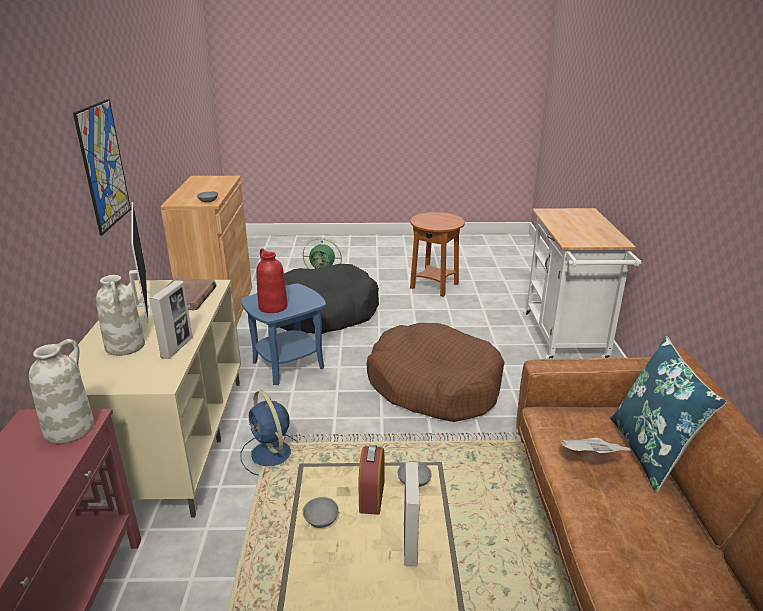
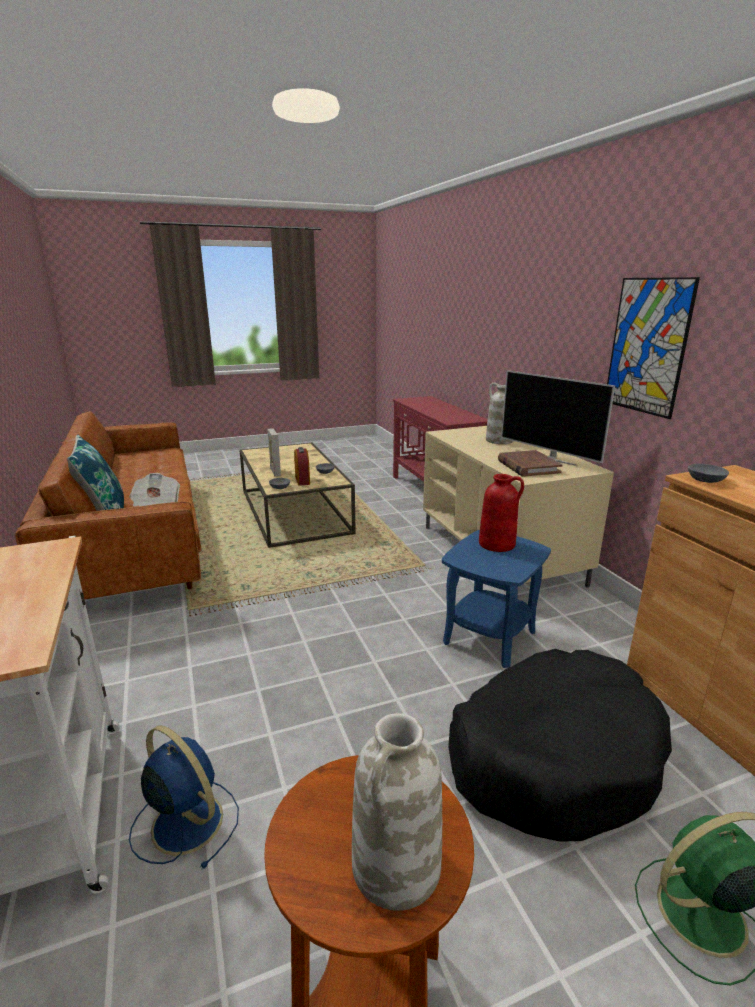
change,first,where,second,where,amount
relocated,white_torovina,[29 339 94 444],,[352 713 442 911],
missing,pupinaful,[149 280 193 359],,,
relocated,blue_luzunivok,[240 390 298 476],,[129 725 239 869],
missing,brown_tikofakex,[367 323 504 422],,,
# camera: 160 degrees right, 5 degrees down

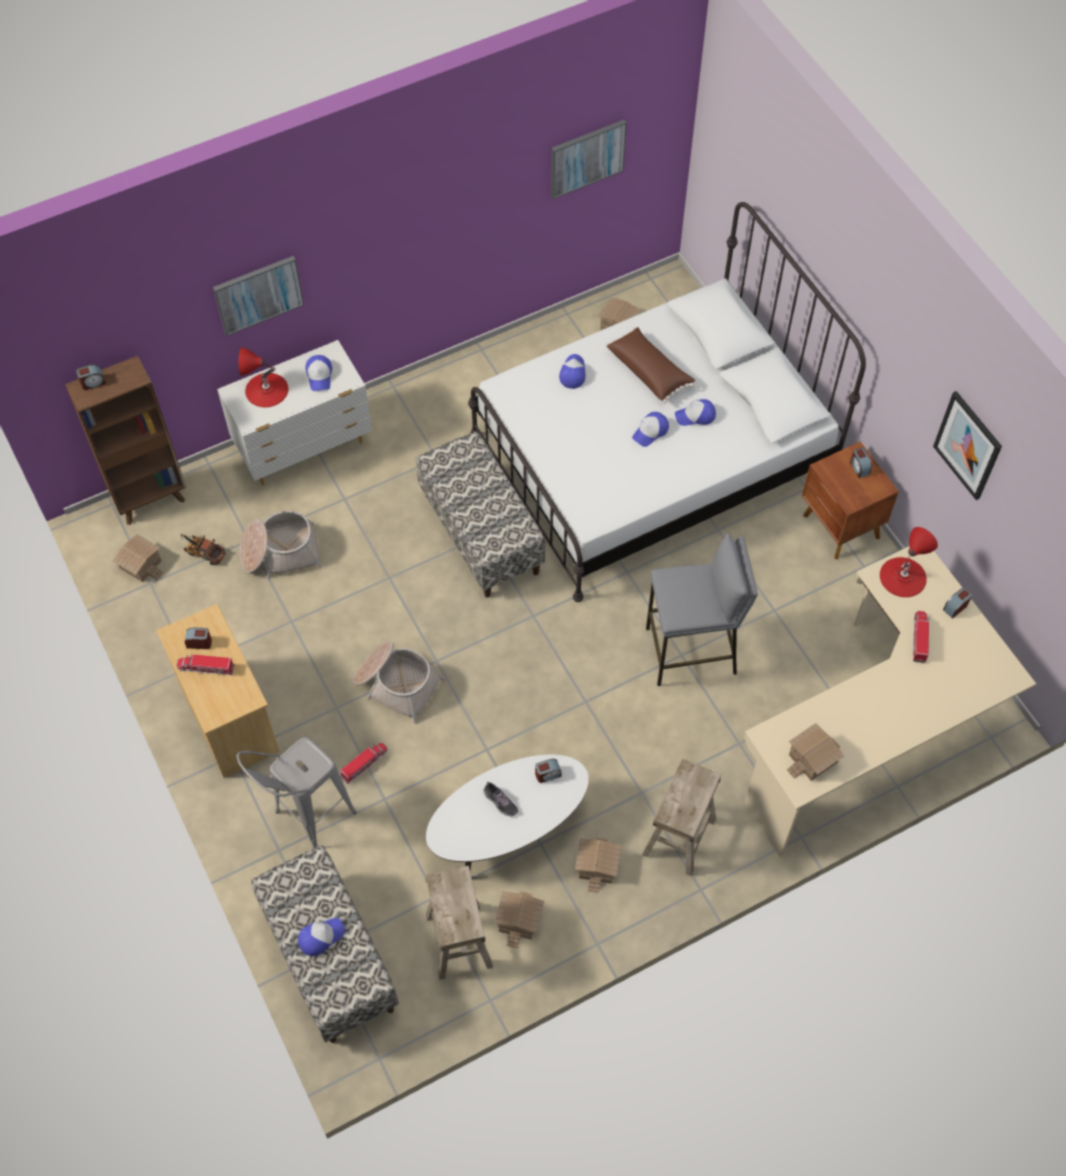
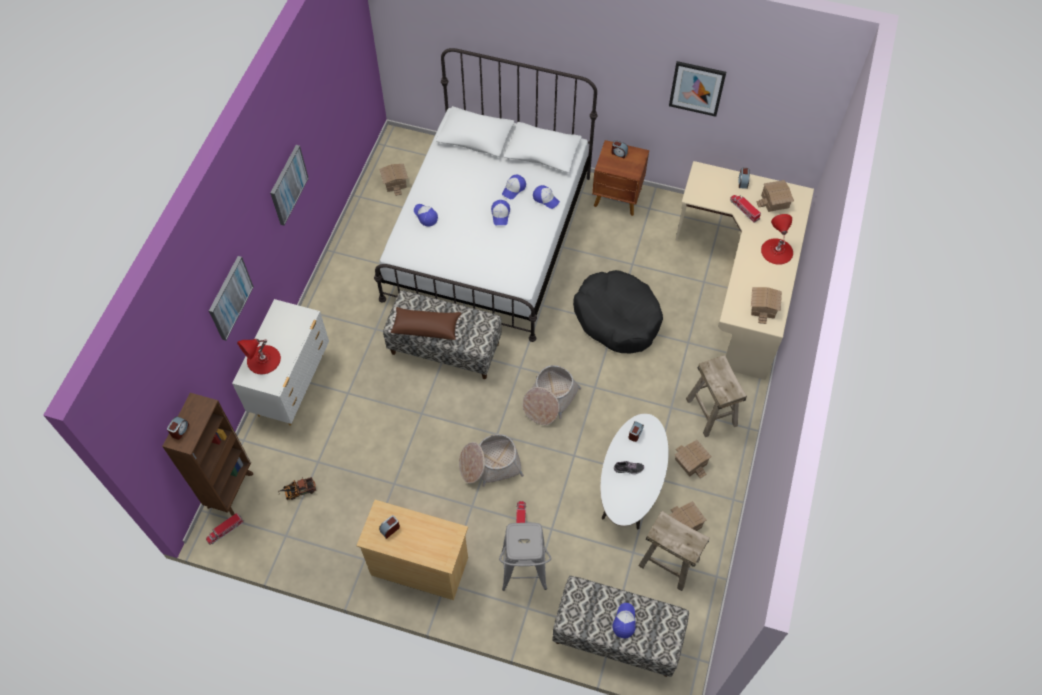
change,first,where,second,where,amount
relocated,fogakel,[113 534 163 582],,[756 180 794 212],
relocated,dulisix,[177 654 235 675],,[206 513 244 545],
relocated,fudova,[239 511 322 579],,[523 365 582 425],
relocated,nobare,[305 355 332 391],,[533 185 560 209],
relocated,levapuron,[551 120 627 199],,[270 145 309 226],
relocated,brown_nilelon,[605 327 695 403],,[388 307 463 340],
exchanged,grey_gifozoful,[646 533 758 686],black_tikofakex,[573 270 663 354],
relocated,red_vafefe,[880 527 938 597],,[761 214 793 265],
# camera: 45 degrees left, 0 degrees up

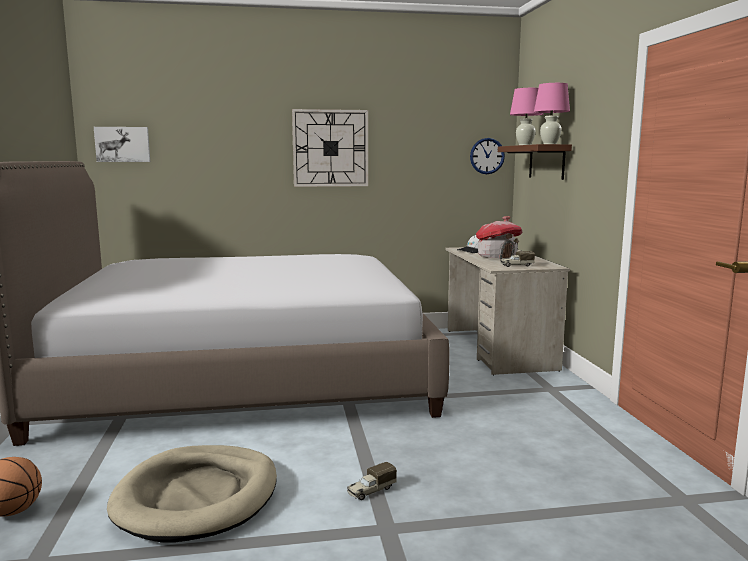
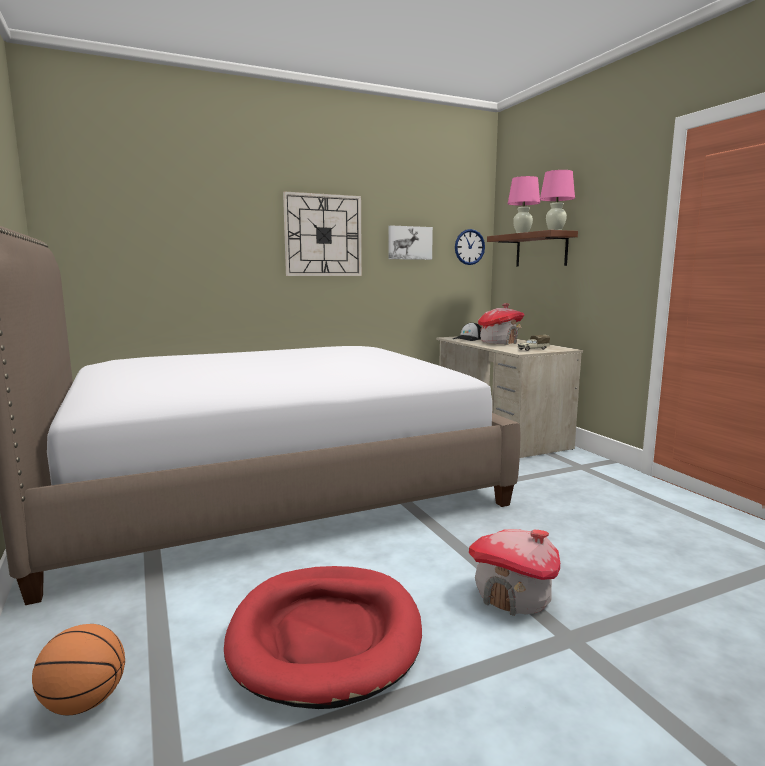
change,first,where,second,where,amount
relocated,levapuron,[94 127 150 162],,[389 225 433 260],
colour,beige_tikofakex,[107 445 277 542],red_tikofakex,[224 566 422 709],
exchanged,dulisix,[347 462 397 500],fogakel,[469 529 560 616],
# camera: 15 degrees left, 0 degrees up

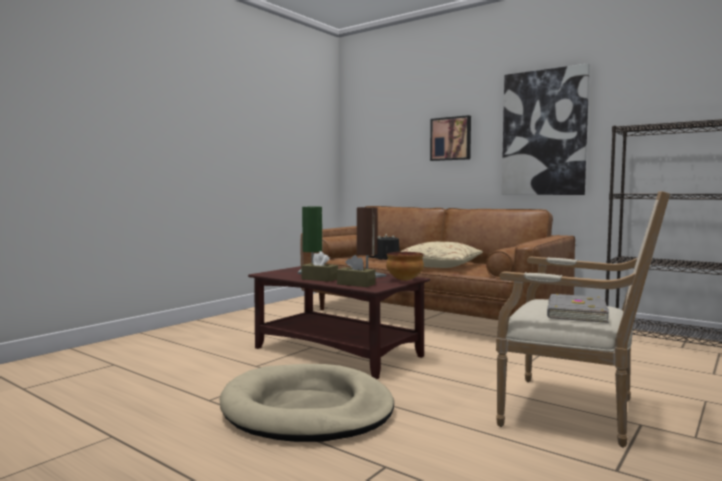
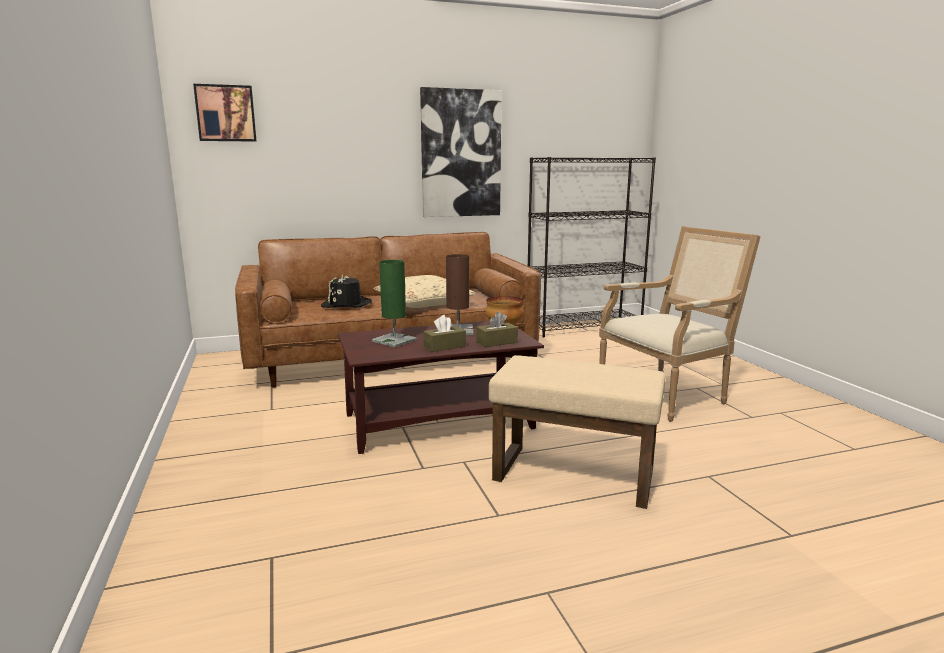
change,first,where,second,where,amount
exchanged,beige_tikofakex,[220 364 394 442],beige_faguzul,[489 355 665 509],
relocated,levapuron,[430 115 471 161],,[193 84 257 142],
missing,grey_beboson,[547 294 609 323],,,
# camera: 55 degrees left, 10 degrees up

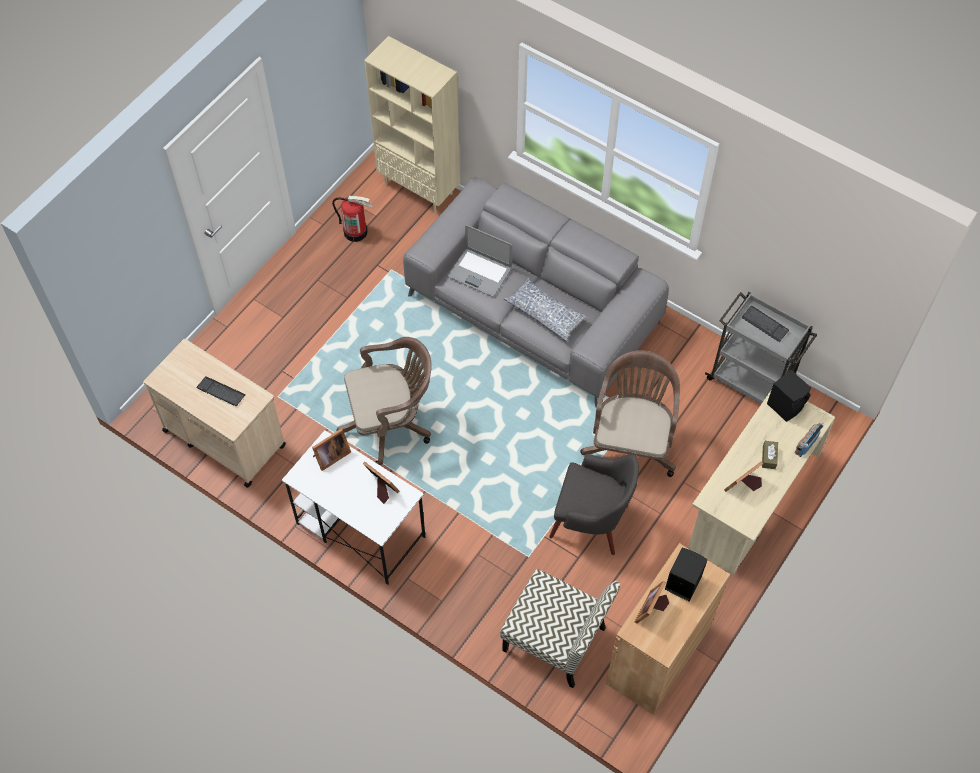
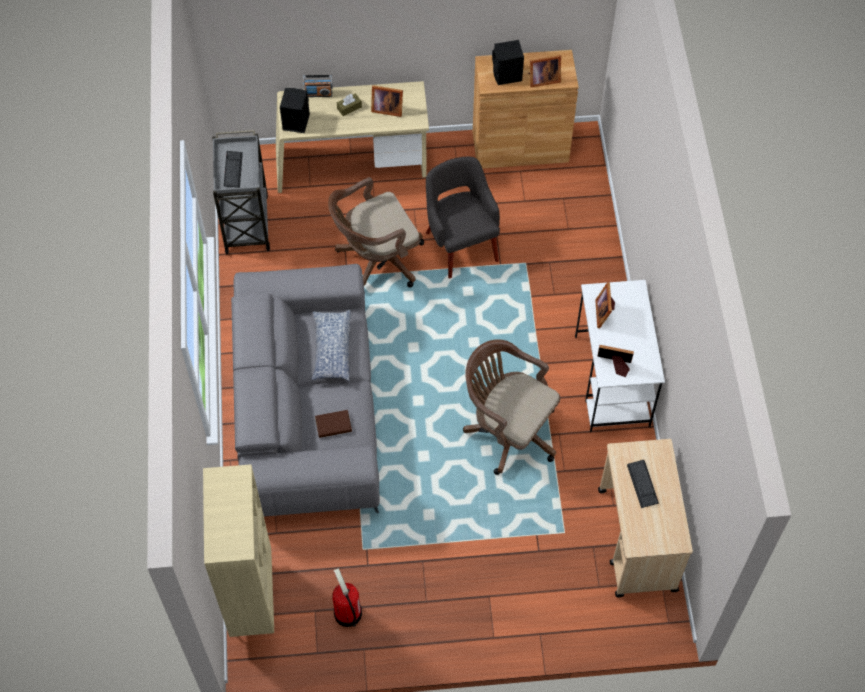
change,first,where,second,where,amount
exchanged,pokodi,[448 225 512 297],brown_beboson,[315 410 352 438],
missing,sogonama,[500 569 620 688],,,
# camera: 130 degrees left, 0 degrees up

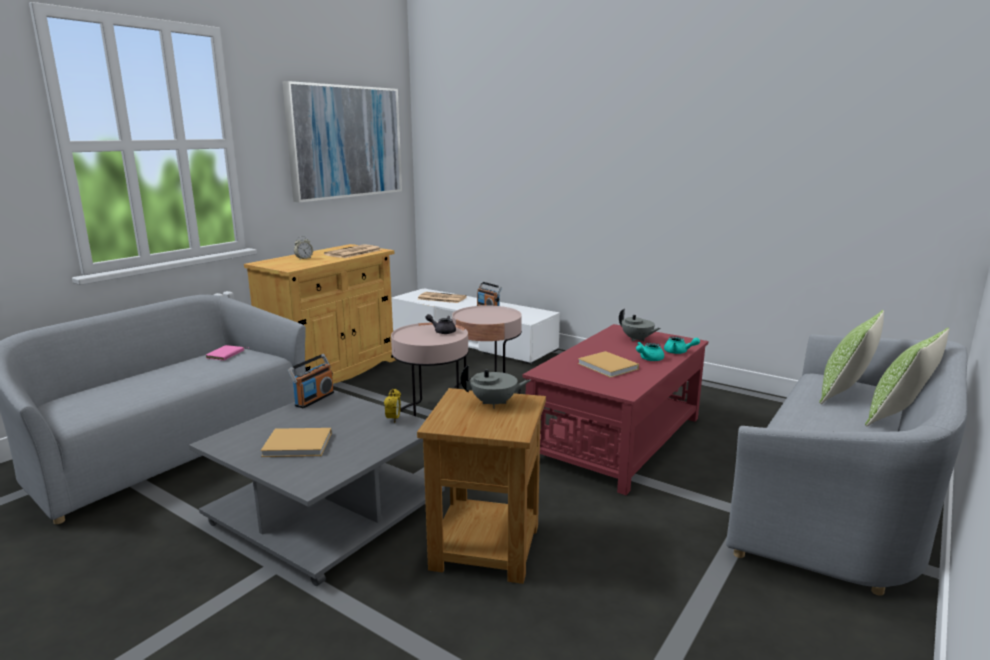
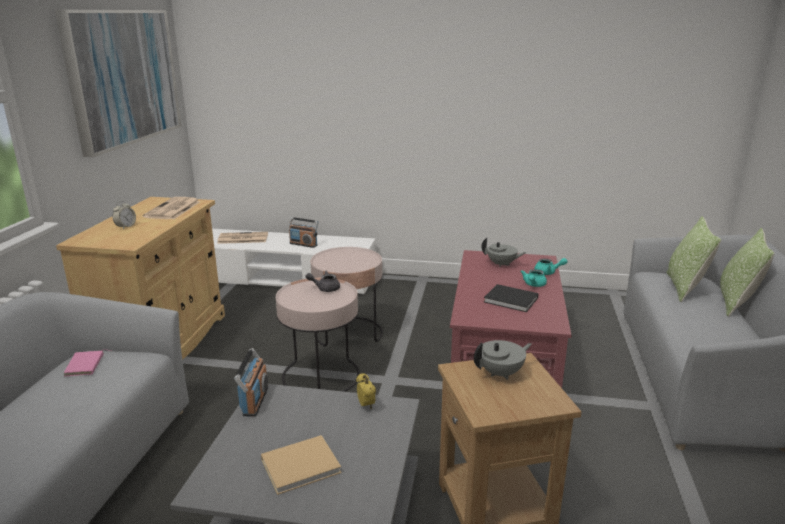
change,first,where,second,where,amount
colour,beige_beboson,[578 351 639 378],black_beboson,[484 284 539 312],
# camera: 25 degrees left, 5 degrees up

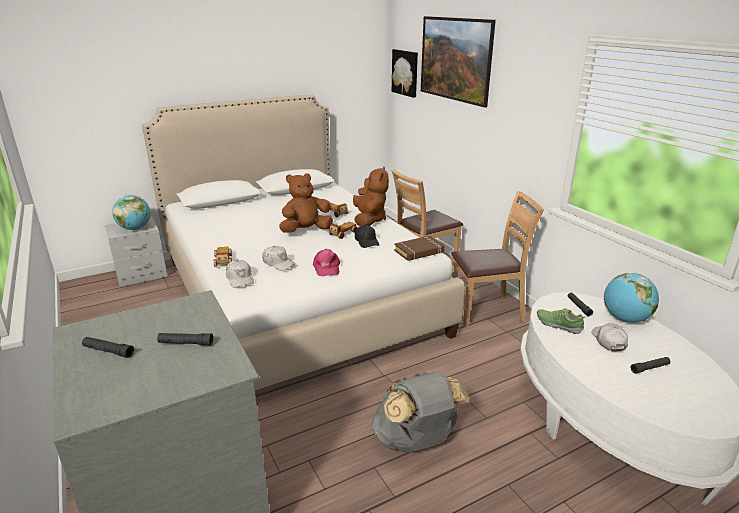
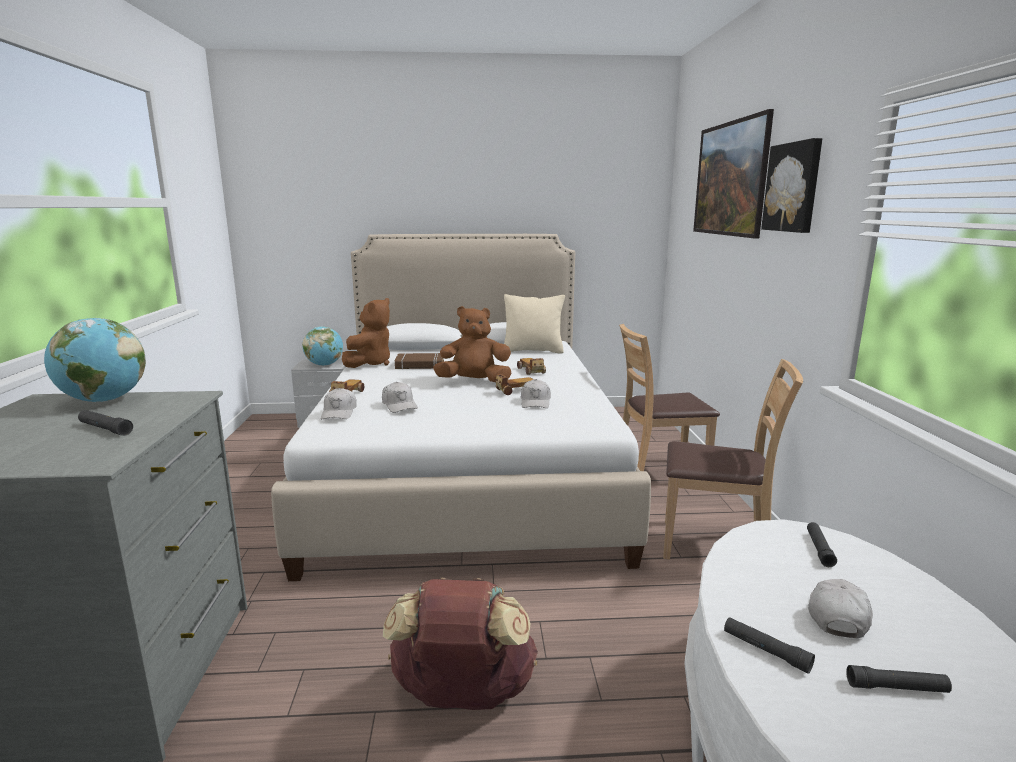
change,first,where,second,where,amount
relocated,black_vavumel,[82 337 134 358],,[724 617 815 674],
missing,pink_nobare,[313 249 340 276],,,
relocated,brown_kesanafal,[353 166 389 226],,[342 298 390 368],
colour,black_nobare,[355 225 379 248],white_nobare,[521 379 551 408],
colour,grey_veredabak,[371 372 470 453],brown_veredabak,[383 578 538 710],
relocated,levapuron,[392 49 418 98],,[761 138 823 233],
relocated,brown_beboson,[394 236 445 261],,[395 353 444 370],
missing,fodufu,[537 308 586 334],,,
relocated,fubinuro,[604 273 659 323],,[44 318 146 402],
appeared,,,beige_nilelon,[504 294 565 354],
# camera: 25 degrees right, 10 degrees down

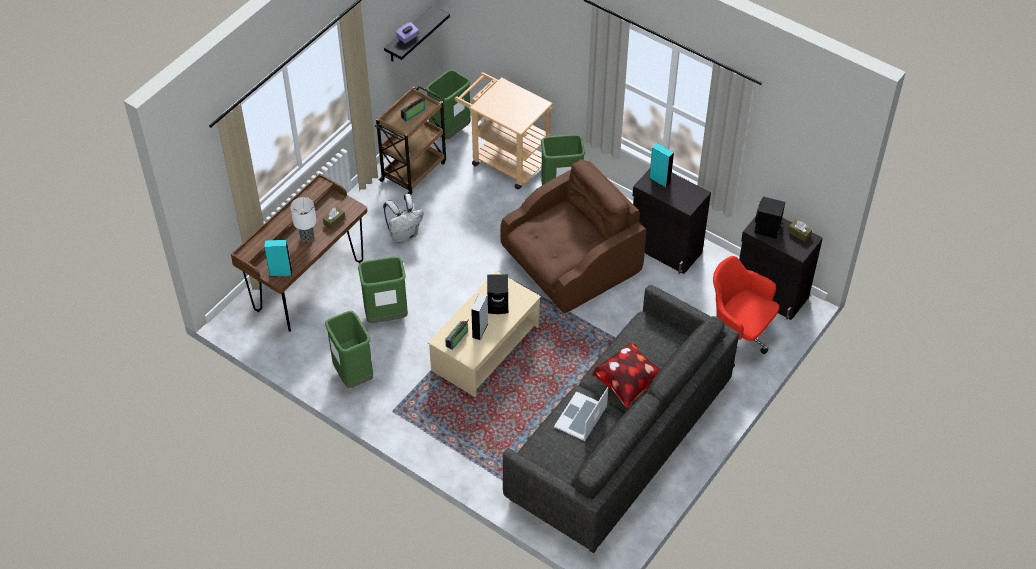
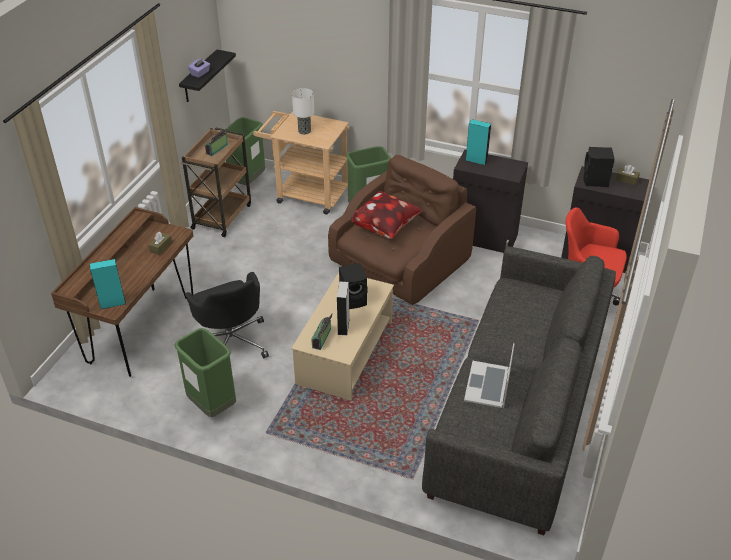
change,first,where,second,where,amount
relocated,vafefe,[290 197 316 242],,[292 88 314 135],
exchanged,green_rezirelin,[358 256 408 323],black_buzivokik,[184 272 269 359],
missing,white_veredabak,[383 194 424 243],,,
relocated,nilelon,[591 343 660 408],,[351 191 423 239],
# camera: 15 degrees left, 10 degrees down

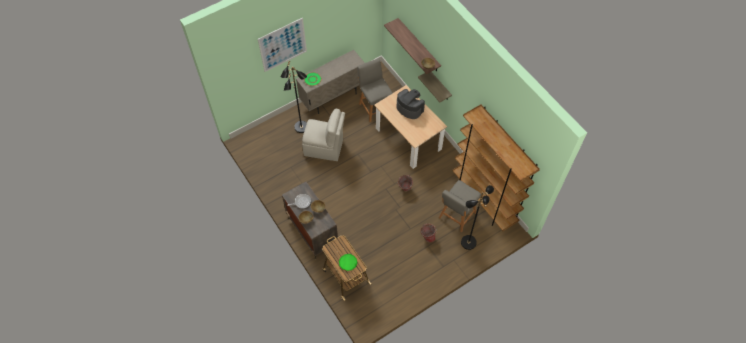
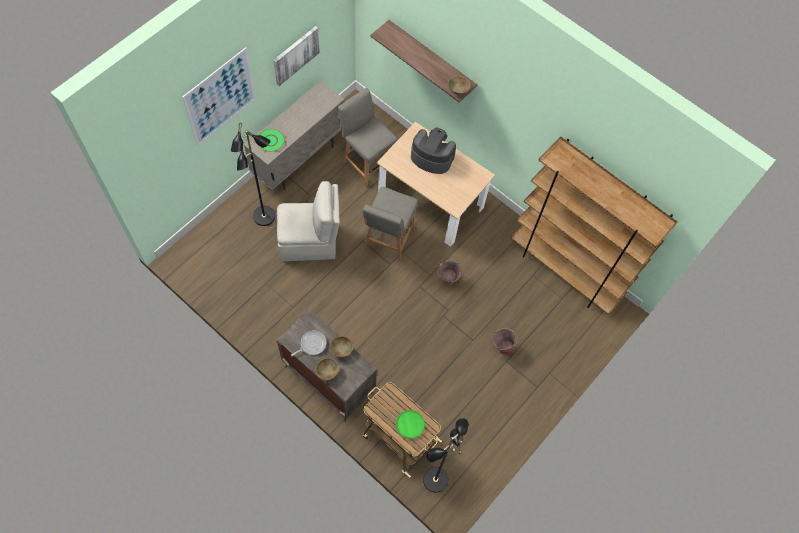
change,first,where,second,where,amount
missing,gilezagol,[418 72 452 102],,,
relocated,grey_sogonama,[439 180 481 232],,[363 187 418 261],
relocated,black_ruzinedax,[461 185 494 250],,[423 418 469 493],
appeared,,,levapuron,[273 26 320 86],
# camera: 20 degrees left, 5 degrees up

